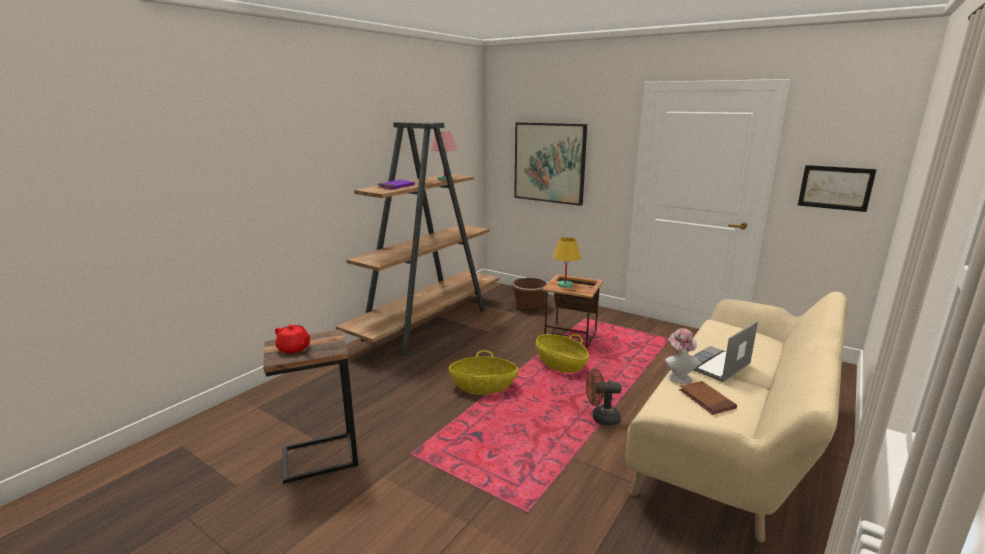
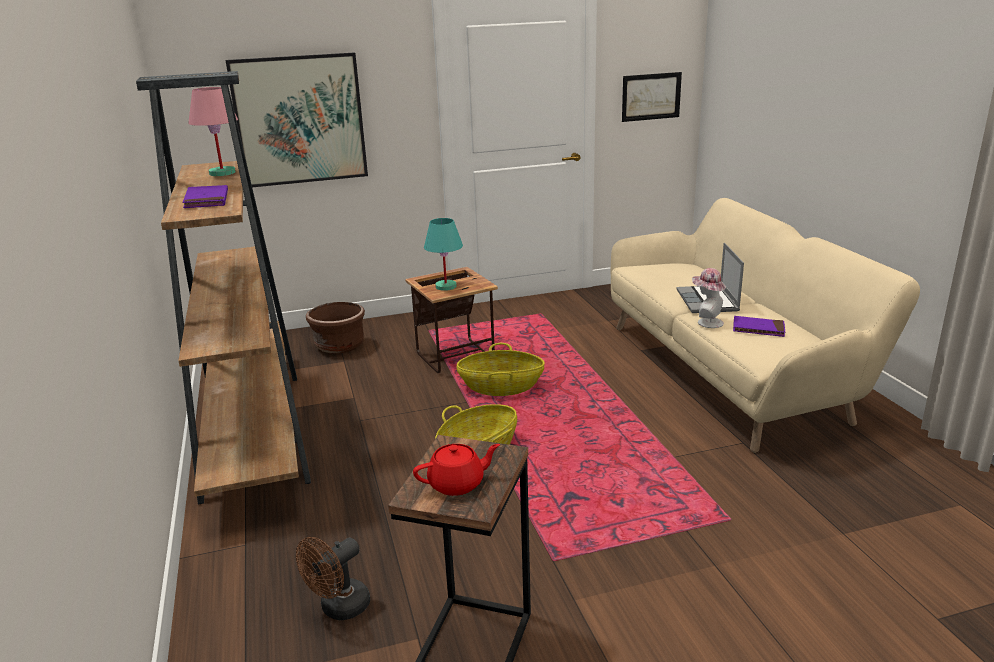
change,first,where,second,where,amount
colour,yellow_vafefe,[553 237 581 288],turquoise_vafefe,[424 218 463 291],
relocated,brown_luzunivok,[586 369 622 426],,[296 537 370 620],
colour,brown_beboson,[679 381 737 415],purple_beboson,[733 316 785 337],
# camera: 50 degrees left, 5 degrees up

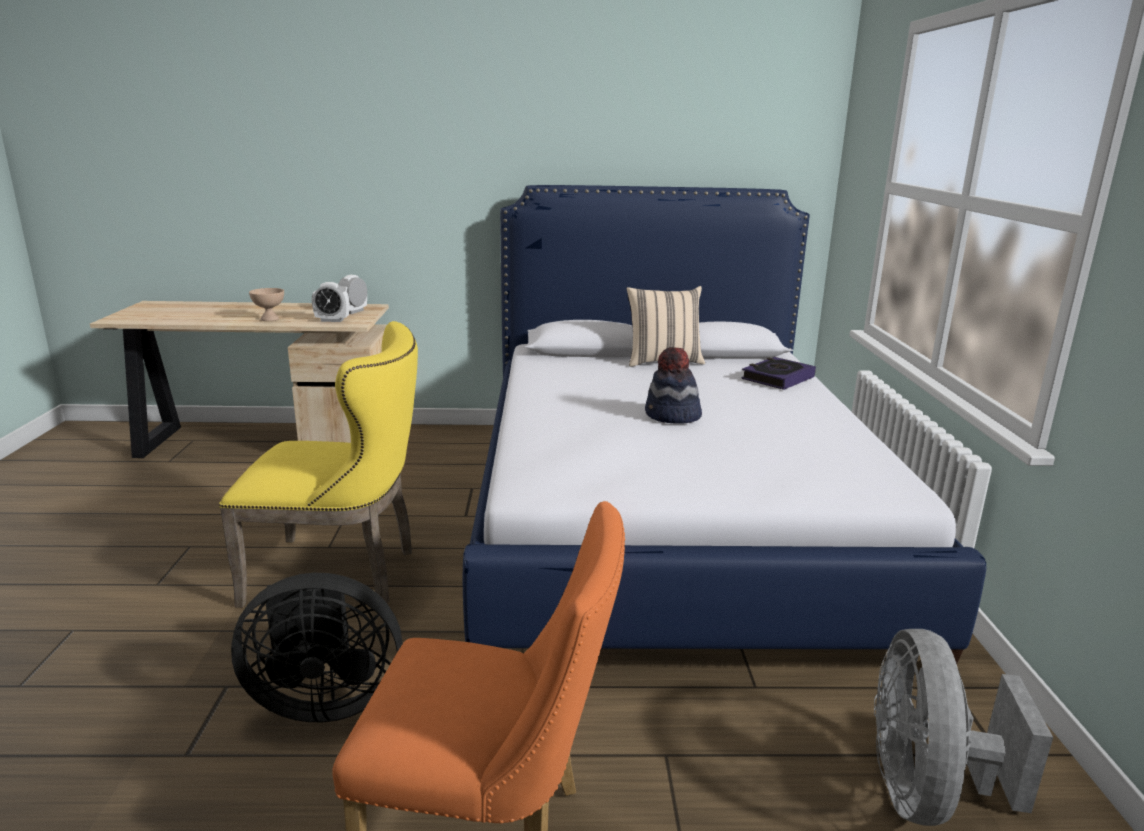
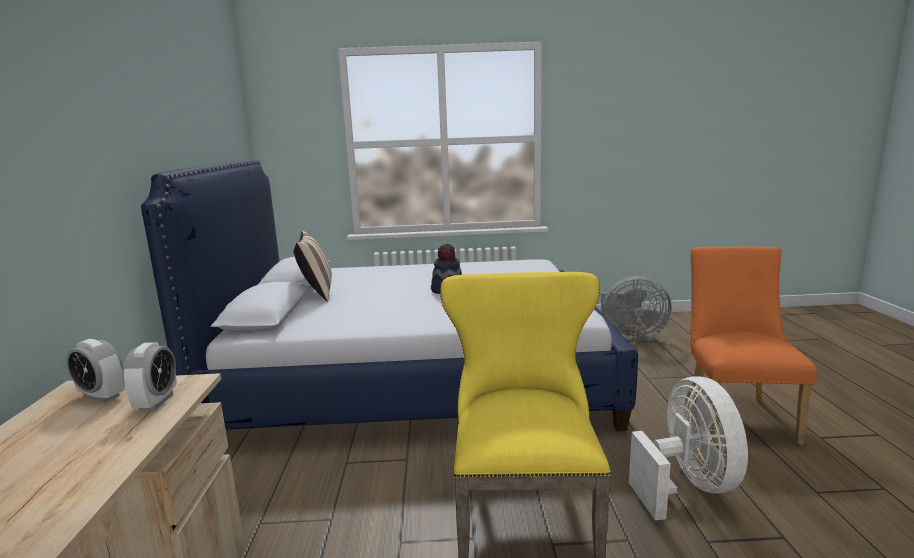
change,first,where,second,where,amount
colour,black_luzunivok,[231 573 402 722],white_luzunivok,[629 376 748 521],
missing,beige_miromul,[249 288 284 321],,,
missing,beboson,[741 357 816 390],,,
# camera: 90 degrees left, 5 degrees down

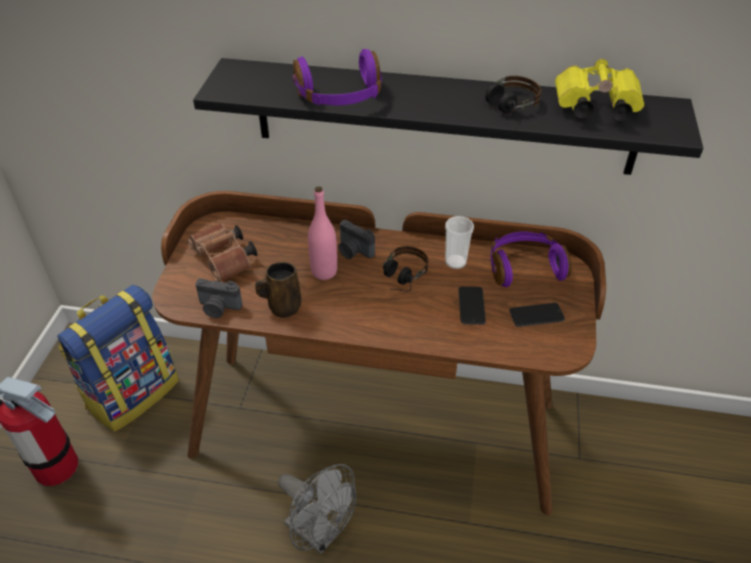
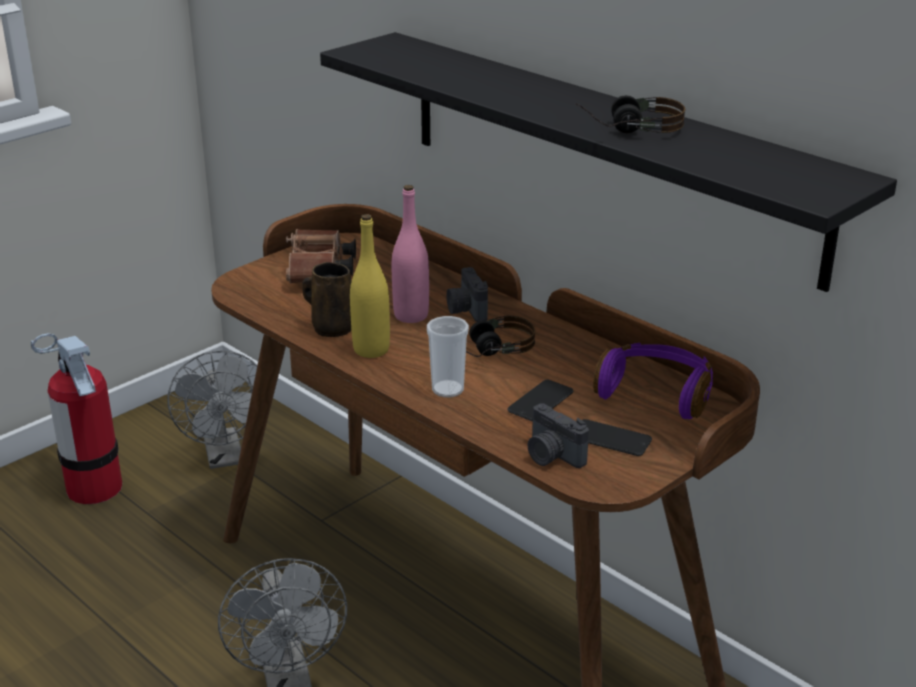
change,first,where,second,where,amount
exchanged,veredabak,[57 284 179 432],grey_luzunivok,[167 350 257 469],
relocated,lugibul,[195 279 243 318],,[527 403 589 468],
missing,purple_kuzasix,[292 49 382 105],,,
relocated,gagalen,[445 216 474 269],,[427 316 469 398],
missing,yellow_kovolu,[555 59 644 121],,,
appeared,,,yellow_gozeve,[350 214 390 358],
# camera: 35 degrees right, 15 degrees down

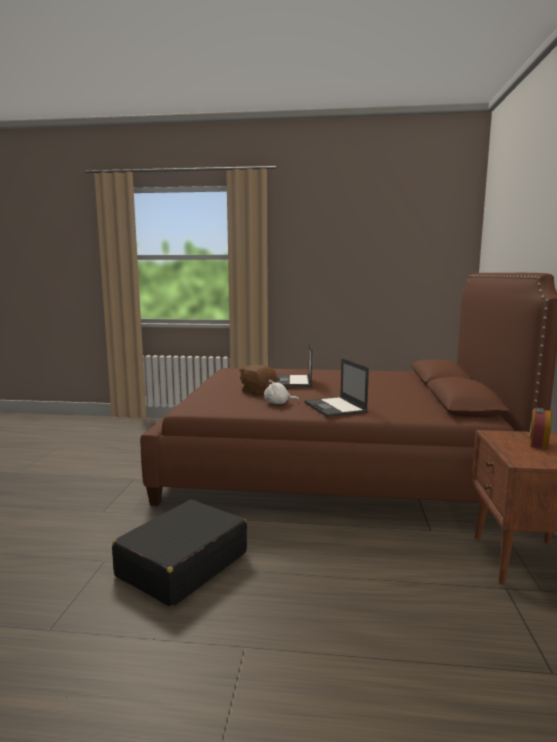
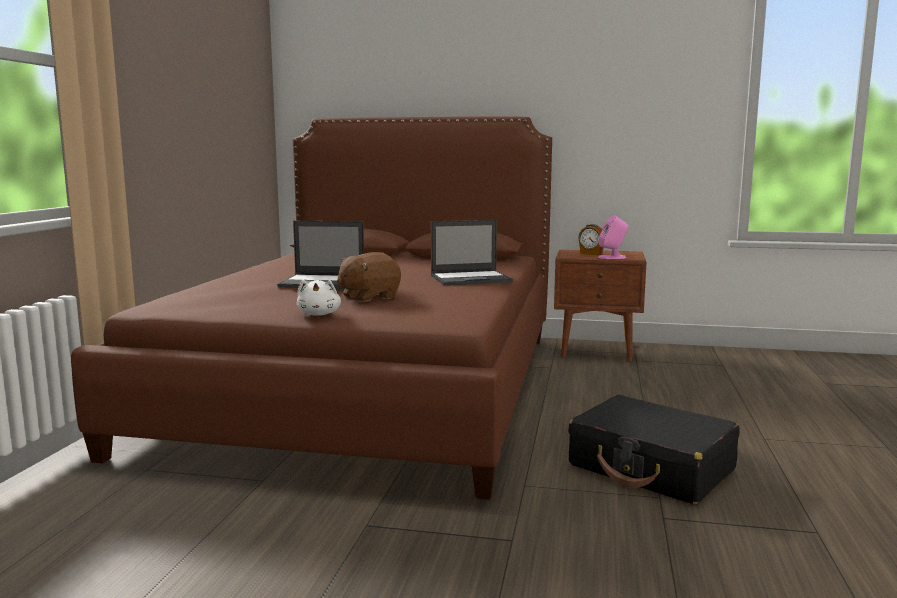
change,first,where,second,where,amount
relocated,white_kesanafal,[264 380 299 404],,[297 279 341 316],
appeared,,,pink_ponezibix,[598 215 628 259],
# camera: 85 degrees left, 0 degrees up

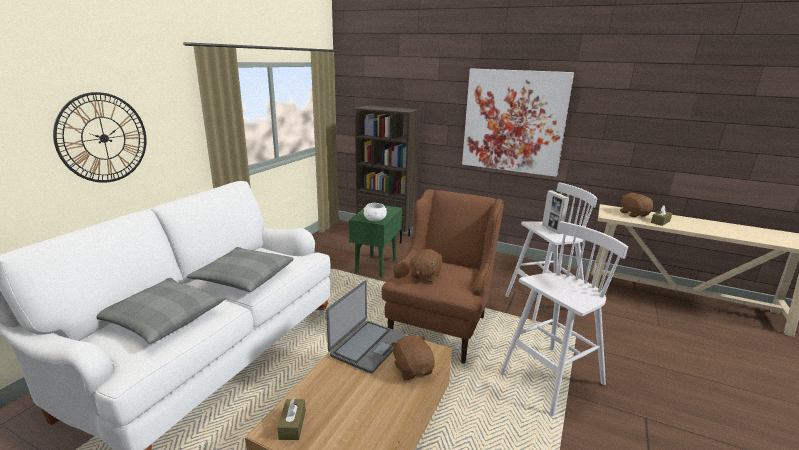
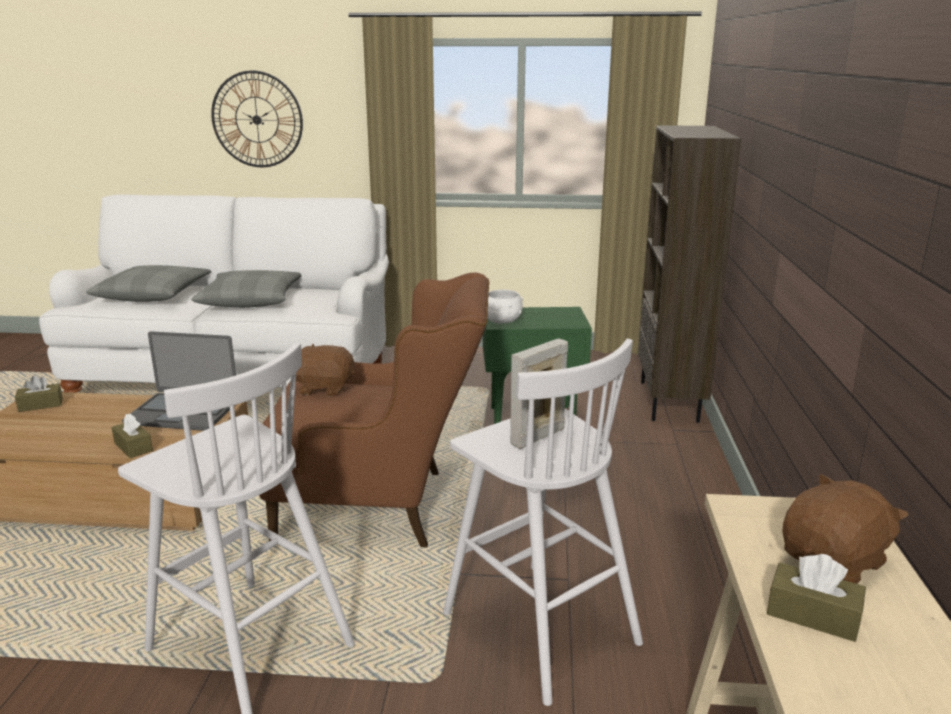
change,first,where,second,where,amount
exchanged,brown_kesanafal,[391 335 435 380],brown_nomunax,[111 414 153 458],
missing,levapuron,[462 68 574 177],,,
# camera: 70 degrees right, 0 degrees up

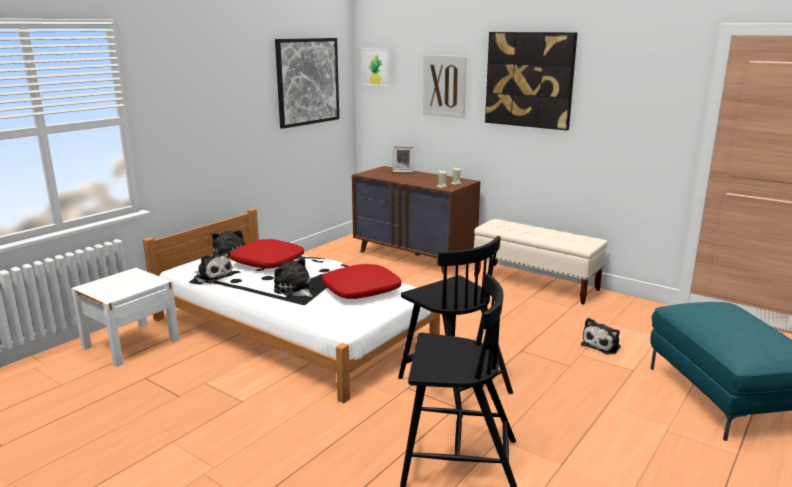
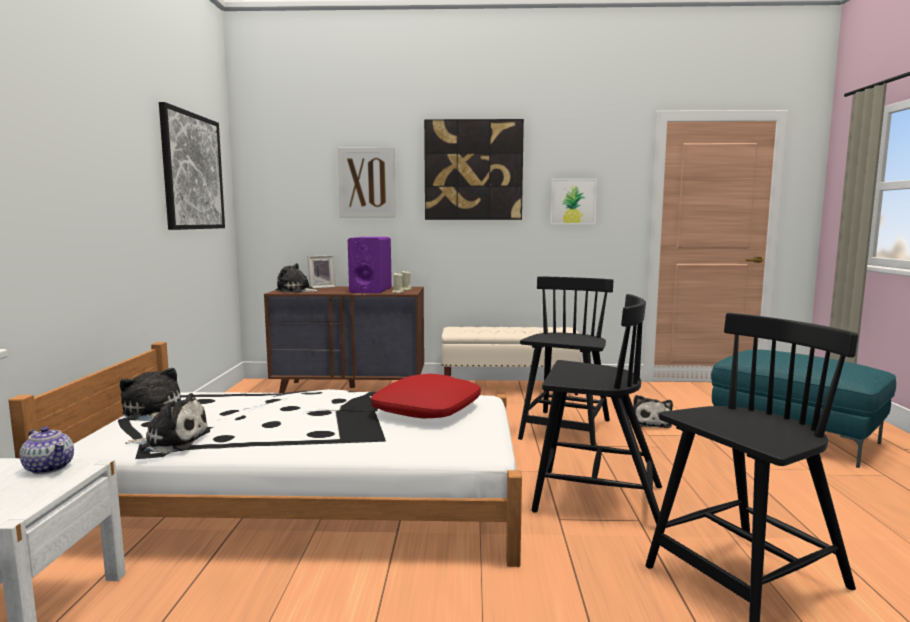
change,first,where,second,where,amount
missing,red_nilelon,[230 239 304 269],,,
relocated,kesanafal,[274 258 314 297],,[276 263 319 293],
relocated,levapuron,[362 48 392 87],,[550 179 597 224],
appeared,,,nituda,[20 427 74 474],
appeared,,,purple_ponezibix,[348 237 392 294],
appeared,,,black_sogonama,[518 276 613 446],
# camera: 35 degrees left, 10 degrees down

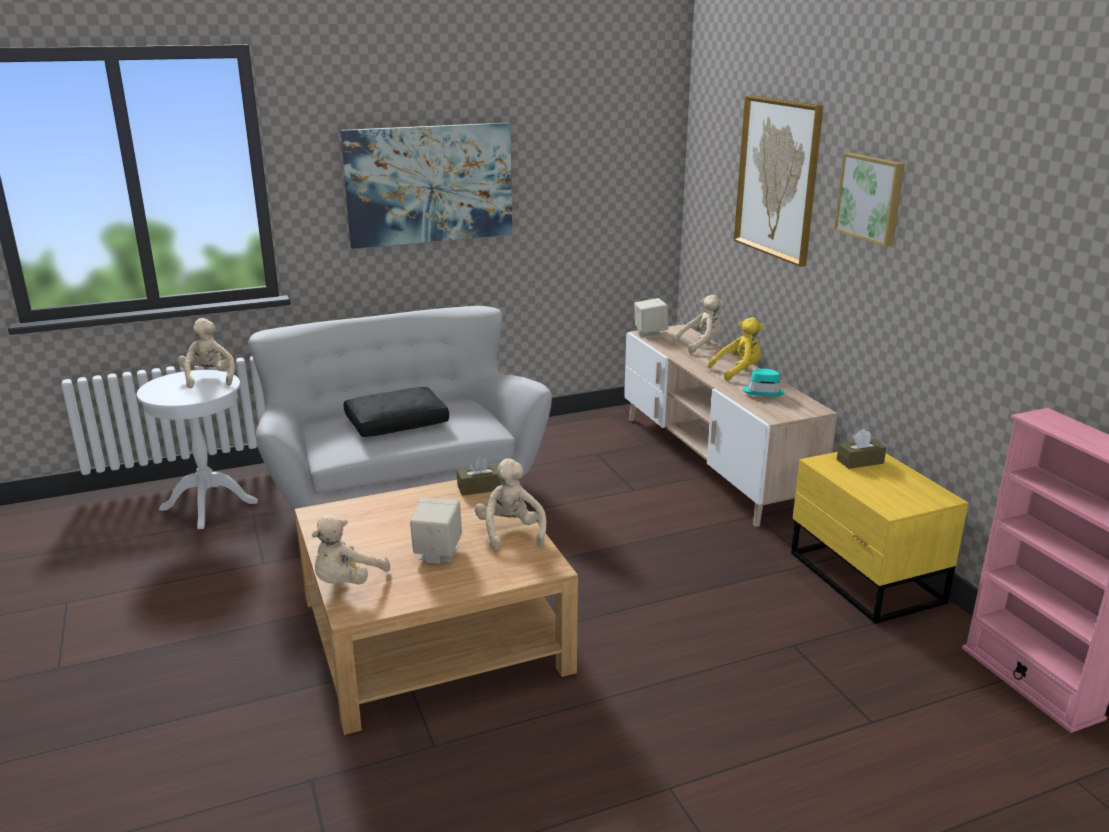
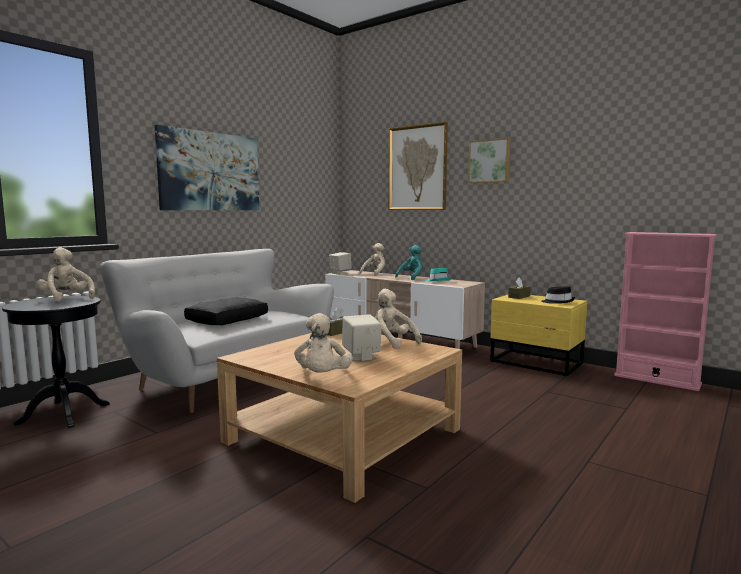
change,first,where,second,where,amount
colour,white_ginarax,[137 370 258 529],black_ginarax,[2 296 110 428],
colour,yellow_kesanafal,[708 317 764 381],turquoise_kesanafal,[395 245 423 280],
appeared,,,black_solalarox,[541 286 575 304],
# camera: 30 degrees left, 15 degrees down

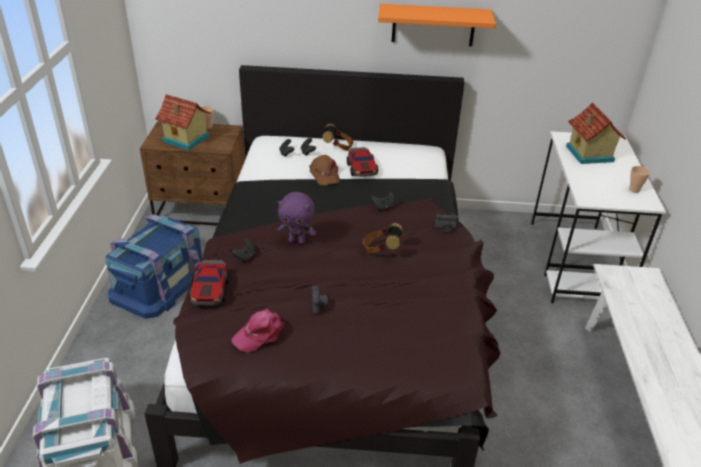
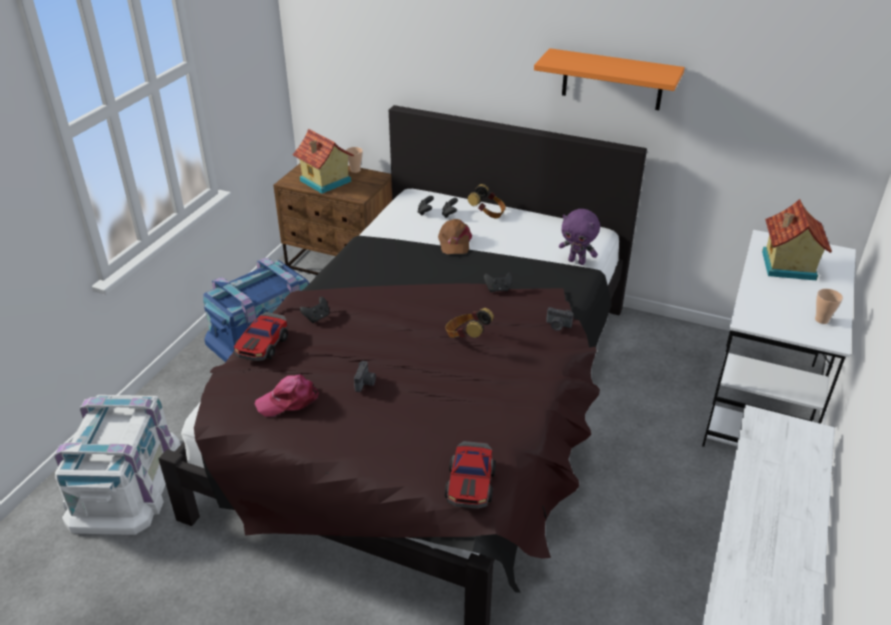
change,first,where,second,where,amount
relocated,purple_kesanafal,[277 192 316 244],,[559 209 600 265],
relocated,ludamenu,[347 147 378 177],,[445 441 496 509],
# camera: 20 degrees right, 0 degrees up

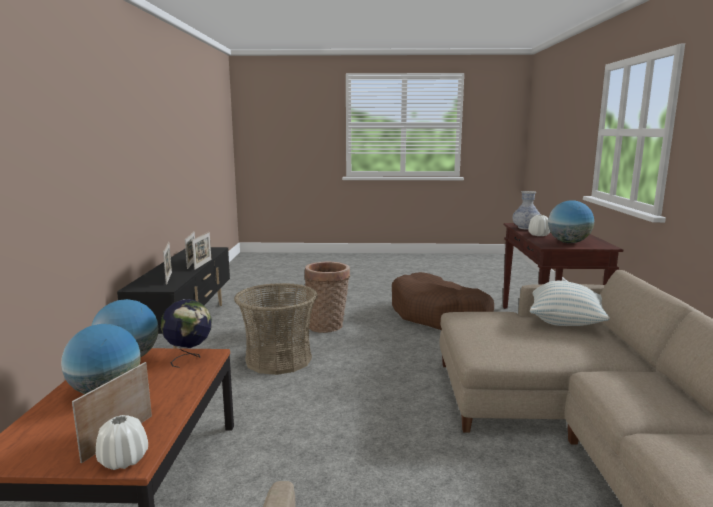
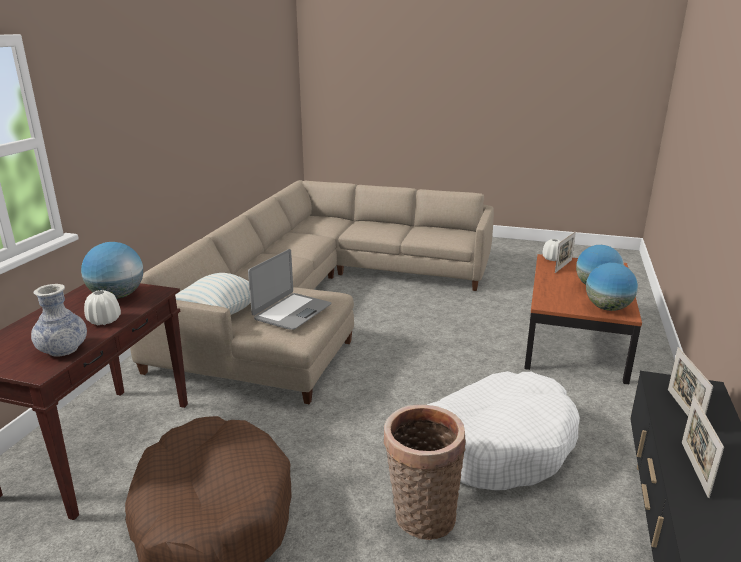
change,first,where,second,where,amount
missing,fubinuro,[161 299 212 368],,,
missing,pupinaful,[192 232 211 270],,,
exchanged,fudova,[234 283 318 375],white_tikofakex,[427 371 580 490],
appeared,,,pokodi,[248 249 332 330],
# camera: 165 degrees left, 10 degrees up

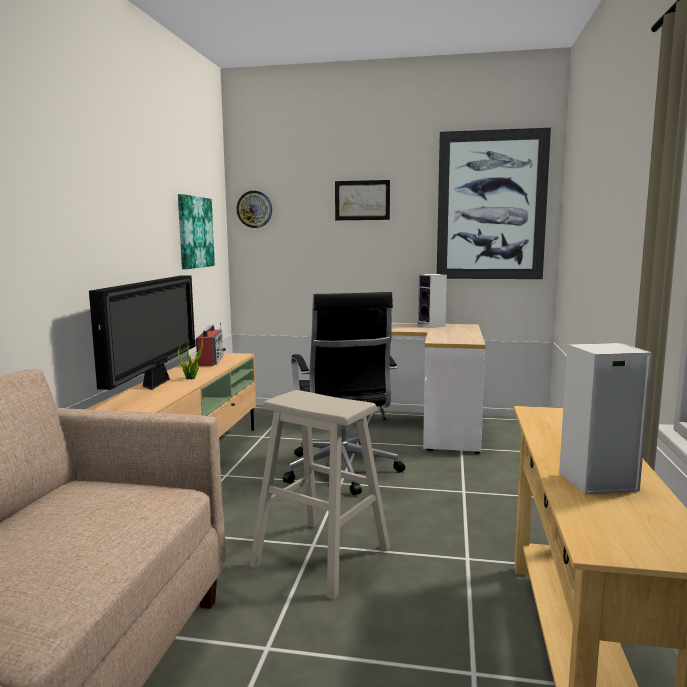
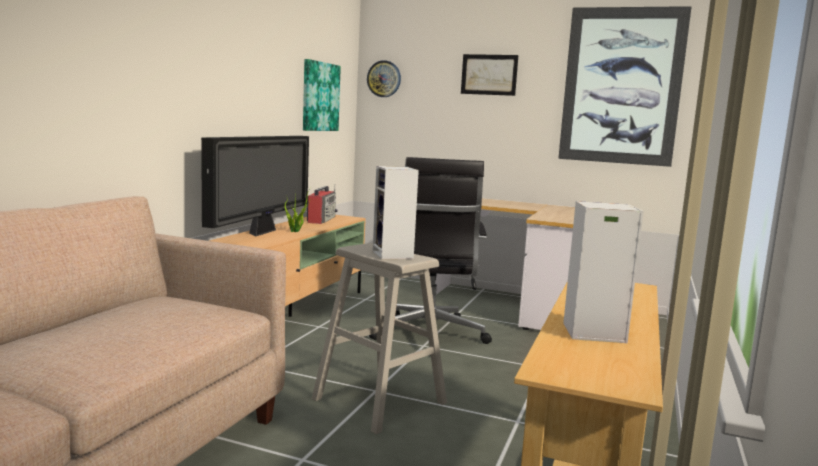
change,first,where,second,where,amount
relocated,ponezibix,[417 274 447 328],,[373 166 419 259],
# camera: 10 degrees right, 0 degrees up

